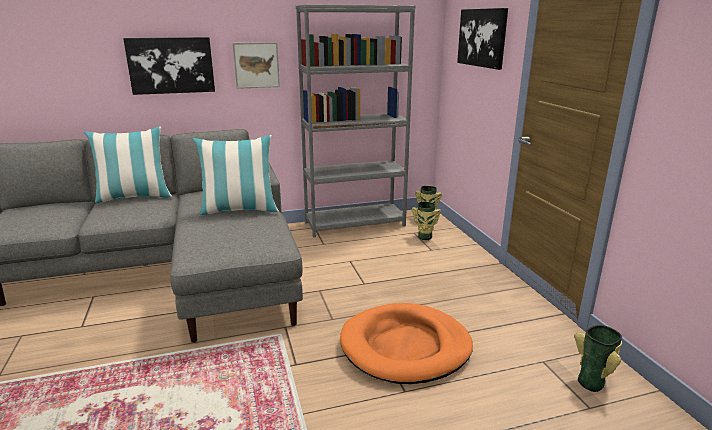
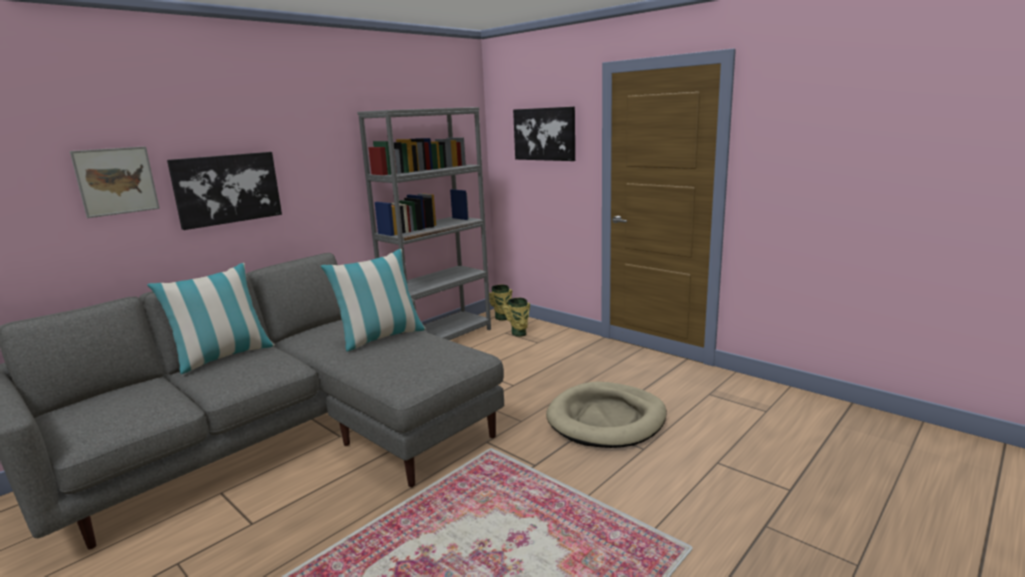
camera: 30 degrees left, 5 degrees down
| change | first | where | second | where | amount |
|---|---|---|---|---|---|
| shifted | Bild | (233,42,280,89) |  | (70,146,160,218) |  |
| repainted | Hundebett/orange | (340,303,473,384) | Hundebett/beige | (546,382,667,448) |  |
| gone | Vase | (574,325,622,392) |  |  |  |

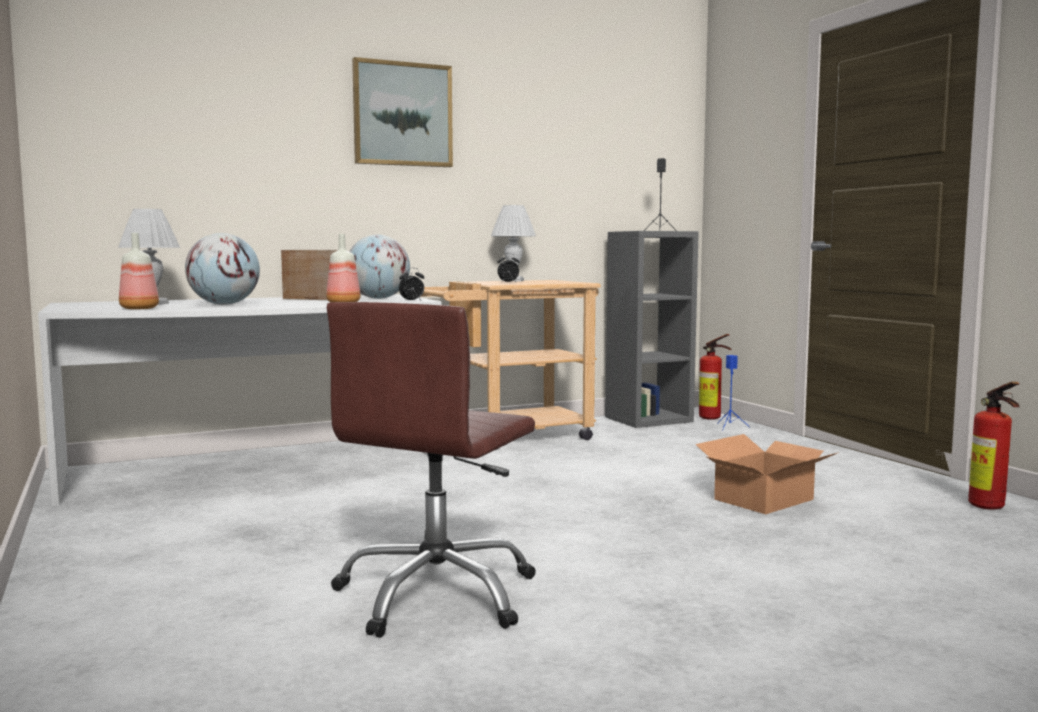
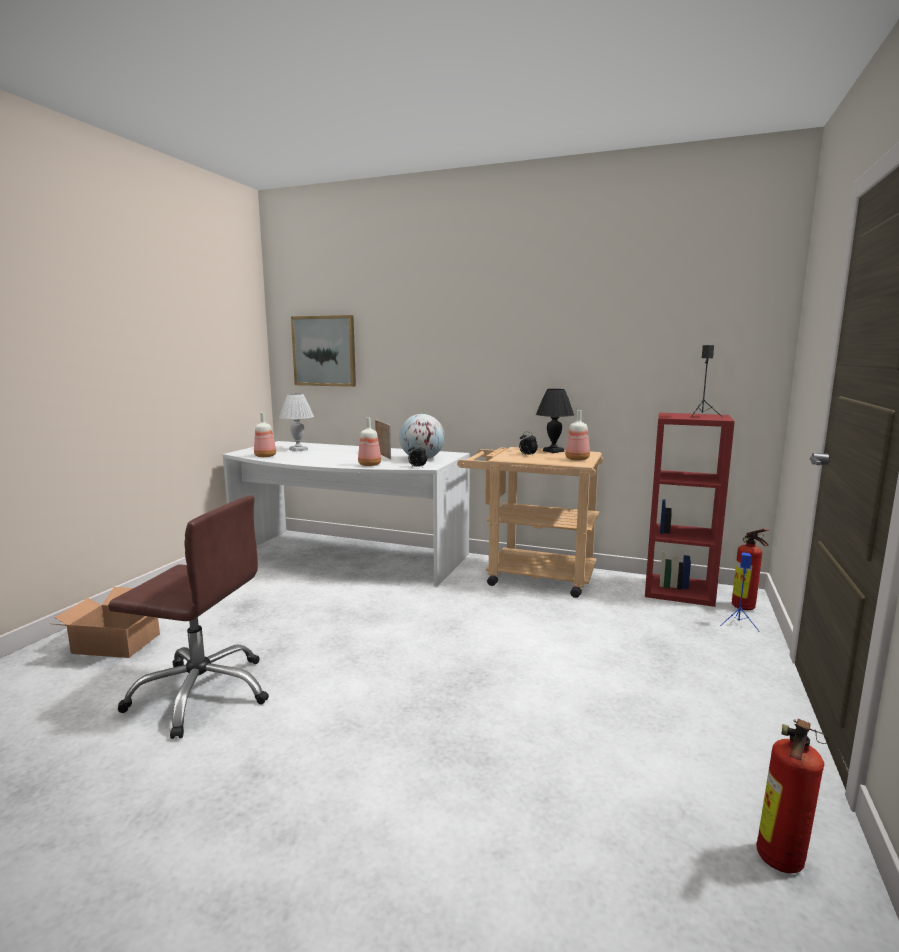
camera: 45 degrees right, 5 degrees up
| change | first | where | second | where | amount |
|---|---|---|---|---|---|
| shifted | Karton | (695,434,839,514) |  | (54,587,160,658) |  |
| rotated | Bürostuhl/braun | (327,302,536,638) |  | (108,495,269,739) | 150 degrees counterclockwise |
| shifted | Bild | (352,57,453,167) |  | (291,315,356,387) |  |
| repainted | Tischlampe/weiß | (491,205,536,281) | Tischlampe/schwarz | (536,389,574,453) |  |
| new |  |  | Flasche | (565,410,590,461) |  |
| repainted | Bücherregal/grau | (605,231,699,428) | Bücherregal/rot | (645,413,735,607) |  |
| gone | Globus | (185,233,260,305) |  |  |  |

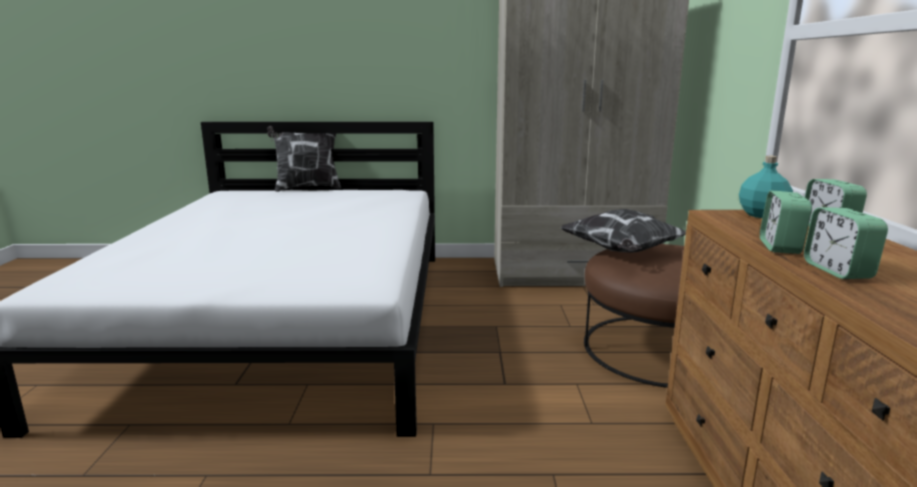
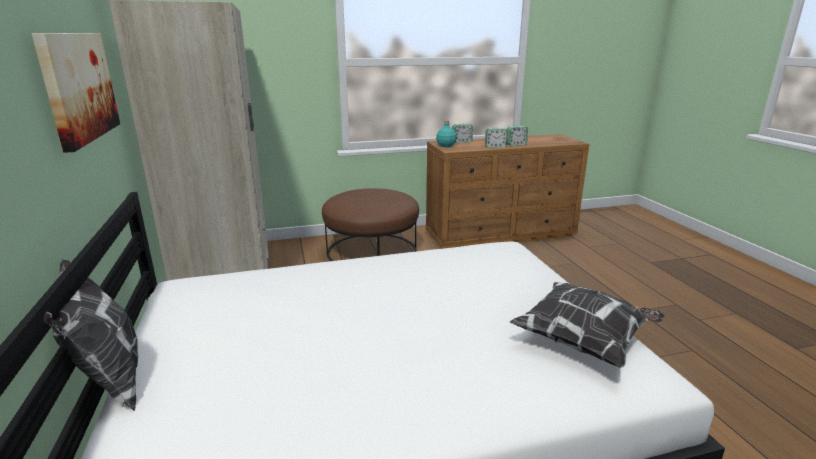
camera: 105 degrees left, 5 degrees up
| change | first | where | second | where | amount |
|---|---|---|---|---|---|
| new |  |  | Bild | (31,33,120,153) |  |
| shifted | Kissen | (560,209,686,253) |  | (510,282,665,368) |  |

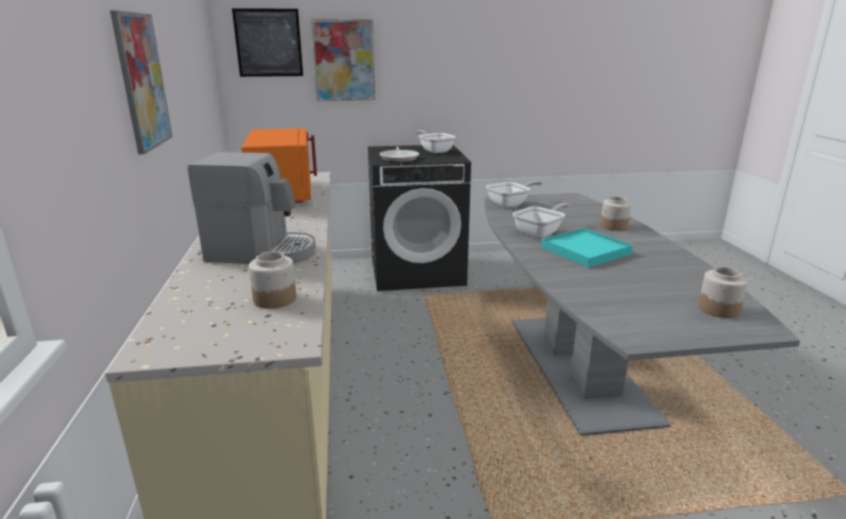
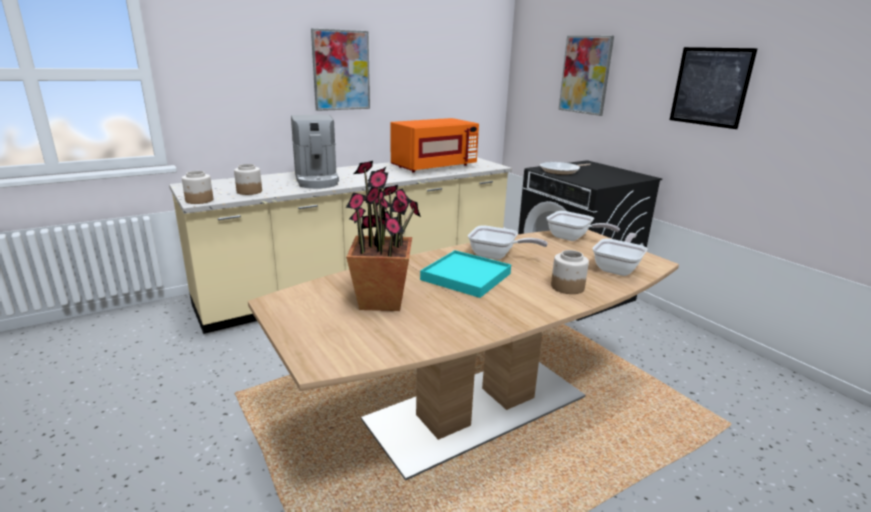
camera: 65 degrees right, 0 degrees up
| change | first | where | second | where | amount |
|---|---|---|---|---|---|
| shifted | Vorratsglas | (698,267,748,318) |  | (182,171,213,204) |  |
| repainted | Esstisch/grau | (485,193,800,436) | Esstisch/braun | (248,230,679,481) |  |
| new |  |  | Topfpflanze | (346,161,421,311) |  |
| shifted | Pfanne | (416,130,456,153) |  | (592,233,647,276) |  |
| shifted | Bild | (232,8,303,77) |  | (670,47,758,129) |  |

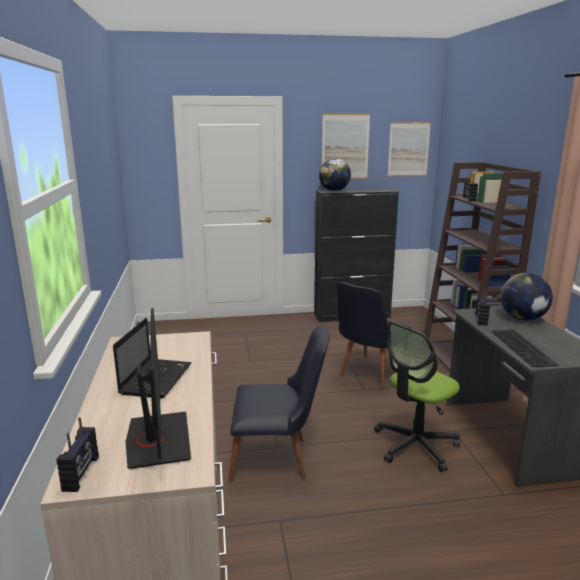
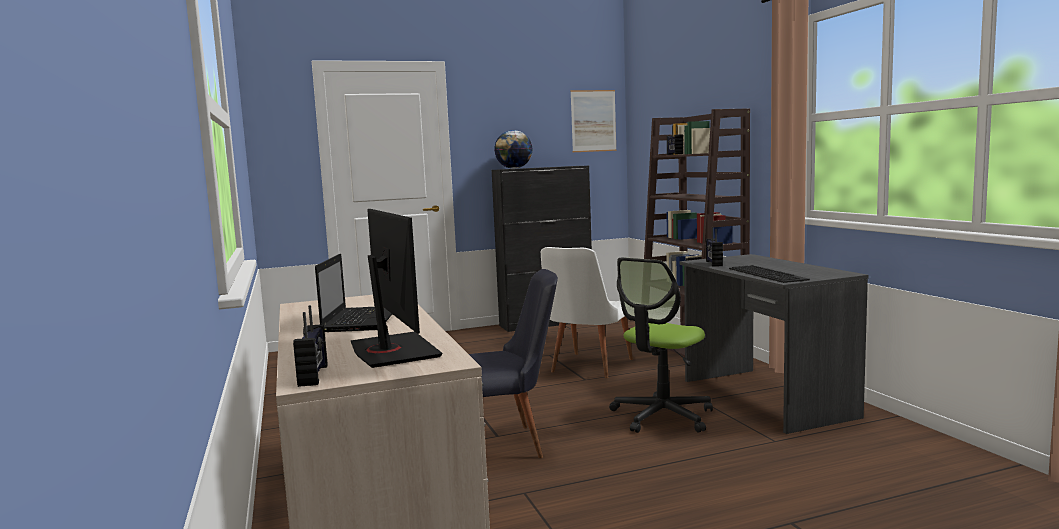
camera: 10 degrees left, 10 degrees down
| change | first | where | second | where | amount |
|---|---|---|---|---|---|
| repainted | Stuhl/schwarz | (337,282,412,391) | Stuhl/weiß | (541,247,633,378) |  |
| gone | Bild | (322,114,370,179) |  |  |  |
| gone | Globus | (500,273,553,321) |  |  |  |

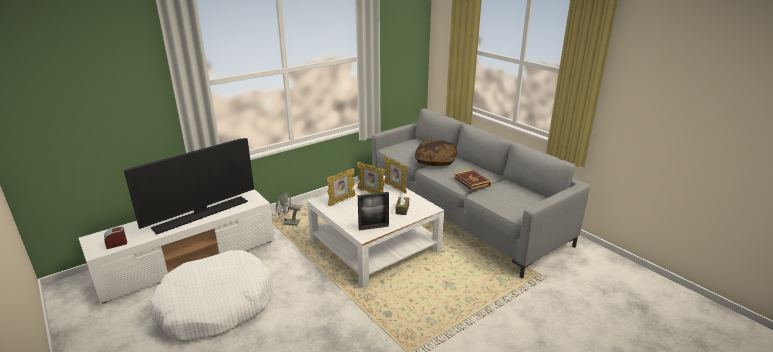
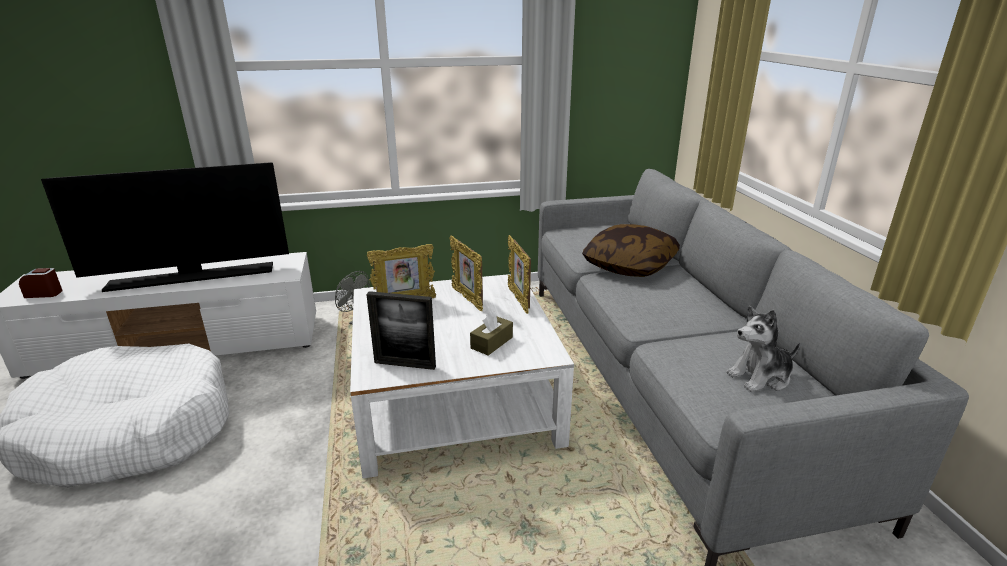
camera: 25 degrees right, 0 degrees up
| change | first | where | second | where | amount |
|---|---|---|---|---|---|
| new |  |  | Plüschtier | (726,306,800,392) |  |
| gone | Buch | (454,169,491,191) |  |  |  |

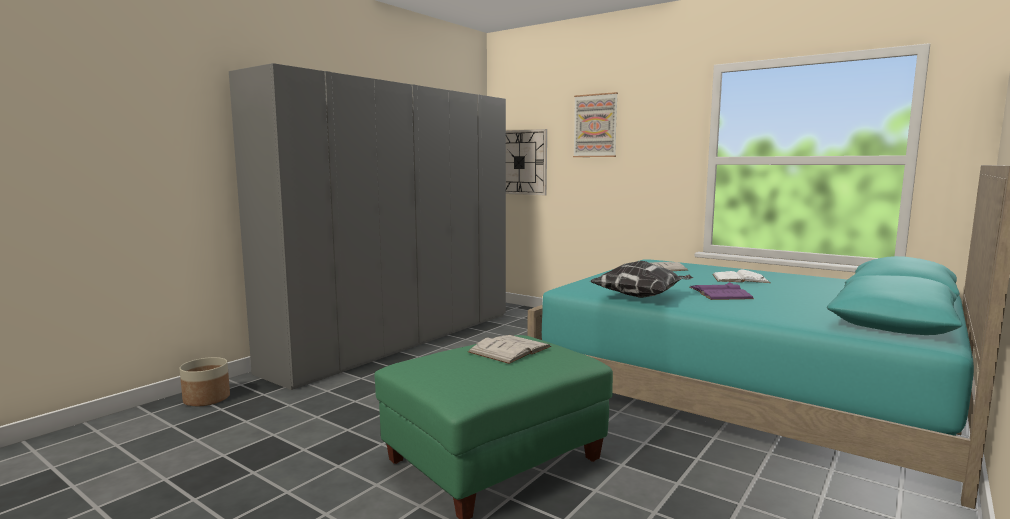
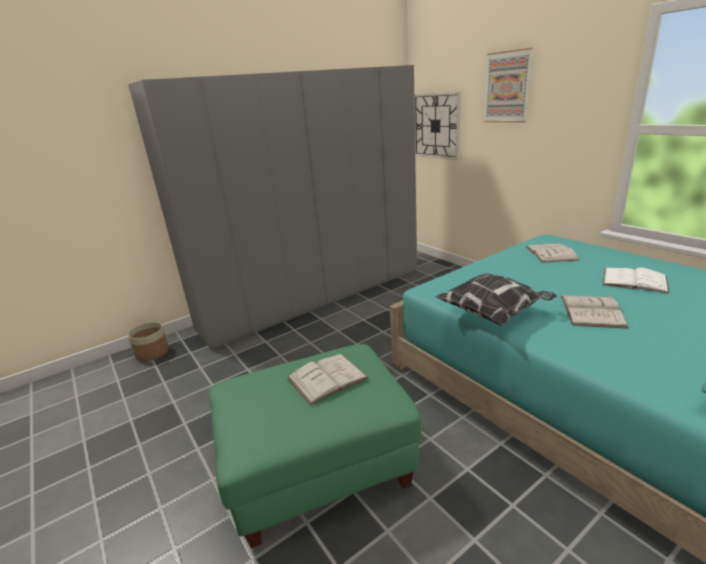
camera: 20 degrees right, 15 degrees up
| change | first | where | second | where | amount |
|---|---|---|---|---|---|
| repainted | Buch/lila | (690,282,754,300) | Buch/weiß | (561,295,629,329) |  |

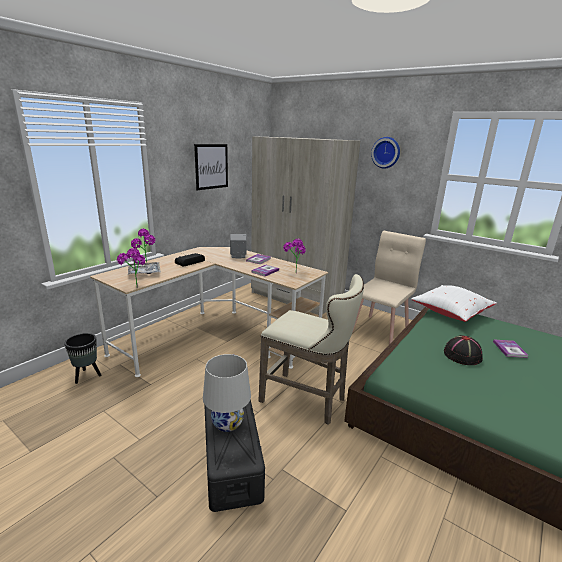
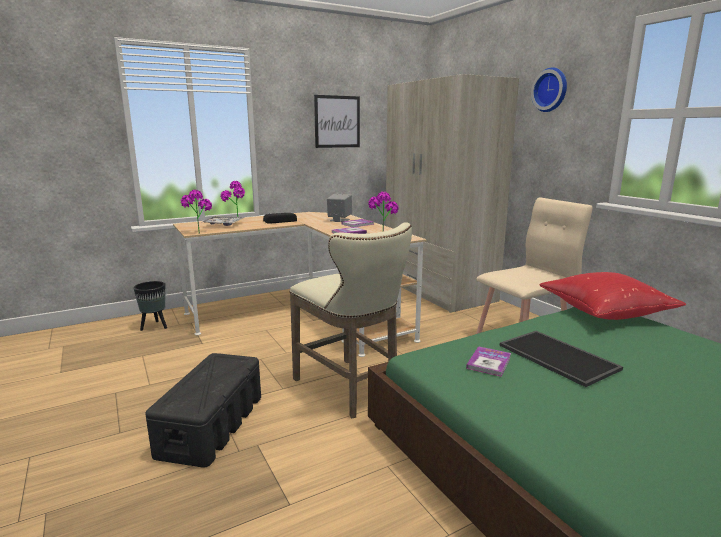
camera: 25 degrees right, 5 degrees down
| change | first | where | second | where | amount |
|---|---|---|---|---|---|
| shifted | Buch | (493,339,528,358) |  | (466,346,511,377) |  |
| swapped | Hut/schwarz | (444,335,483,365) | Tablett | (500,331,623,387) |  |
| repainted | Kissen/weiß | (411,285,497,322) | Kissen/rot | (540,272,686,320) |  |
| gone | Tischlampe/weiß | (203,354,251,432) |  |  |  |

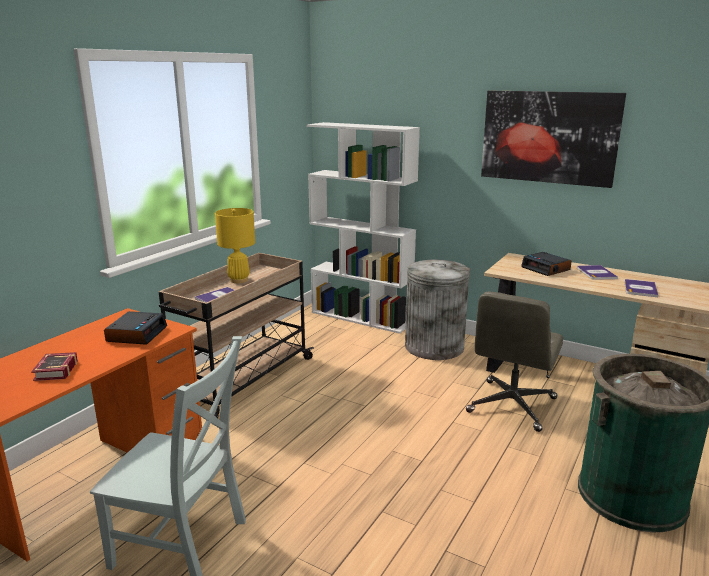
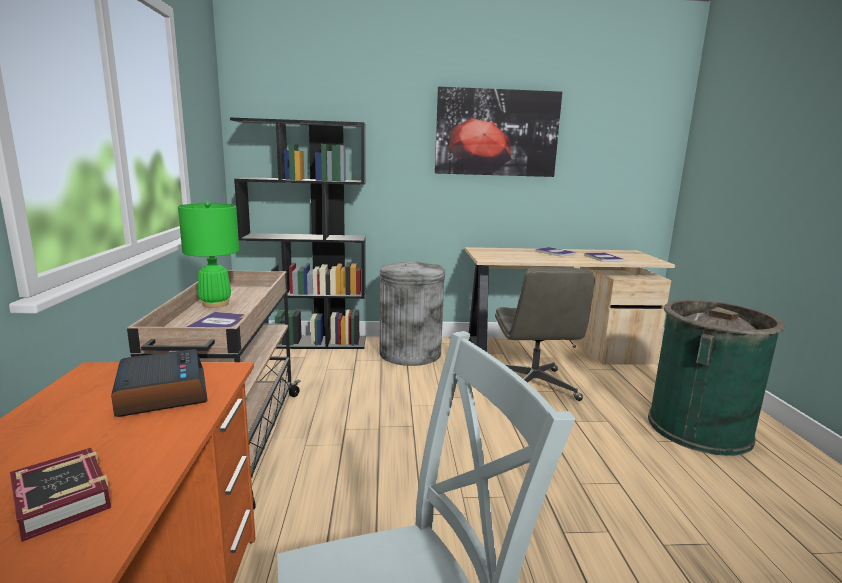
camera: 35 degrees left, 5 degrees down
| change | first | where | second | where | amount |
|---|---|---|---|---|---|
| repainted | Tischlampe/gelb | (215,208,255,283) | Tischlampe/grün | (178,201,239,308) |  |
| repainted | Bücherregal/weiß | (307,122,420,334) | Bücherregal/schwarz | (230,117,366,349) |  |
| gone | Wecker | (521,252,572,276) |  |  |  |

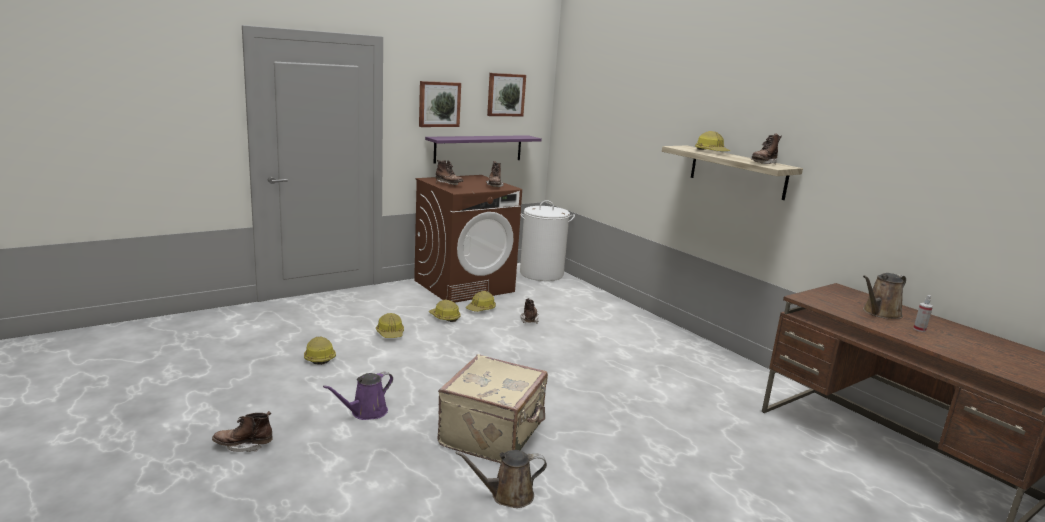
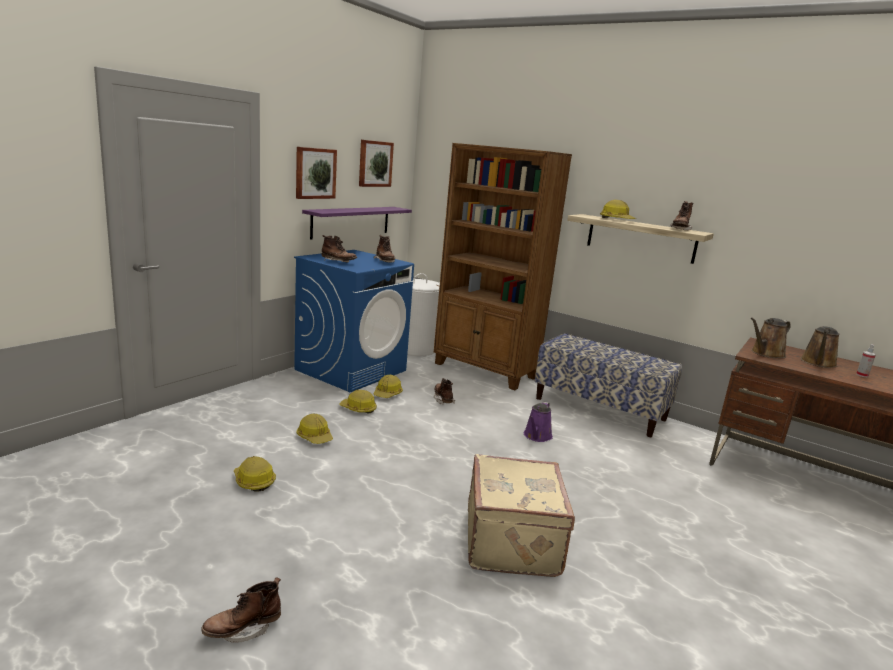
camera: 20 degrees left, 0 degrees up
| change | first | where | second | where | amount |
|---|---|---|---|---|---|
| repainted | Waschmaschine/braun | (414,175,522,303) | Waschmaschine/blau | (294,250,414,392) |  |
| new |  |  | Bücherregal/braun | (434,143,572,390) |  |
| shifted | Gießkanne/lila | (323,372,393,420) |  | (524,402,553,442) |  |
| new |  |  | Bank | (535,333,682,437) |  |
| shifted | Gießkanne/braun | (456,450,547,508) |  | (751,318,791,358) |  |

